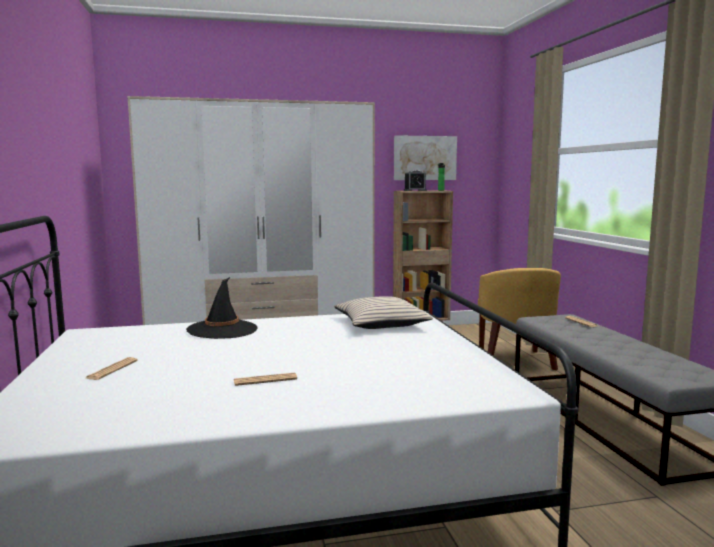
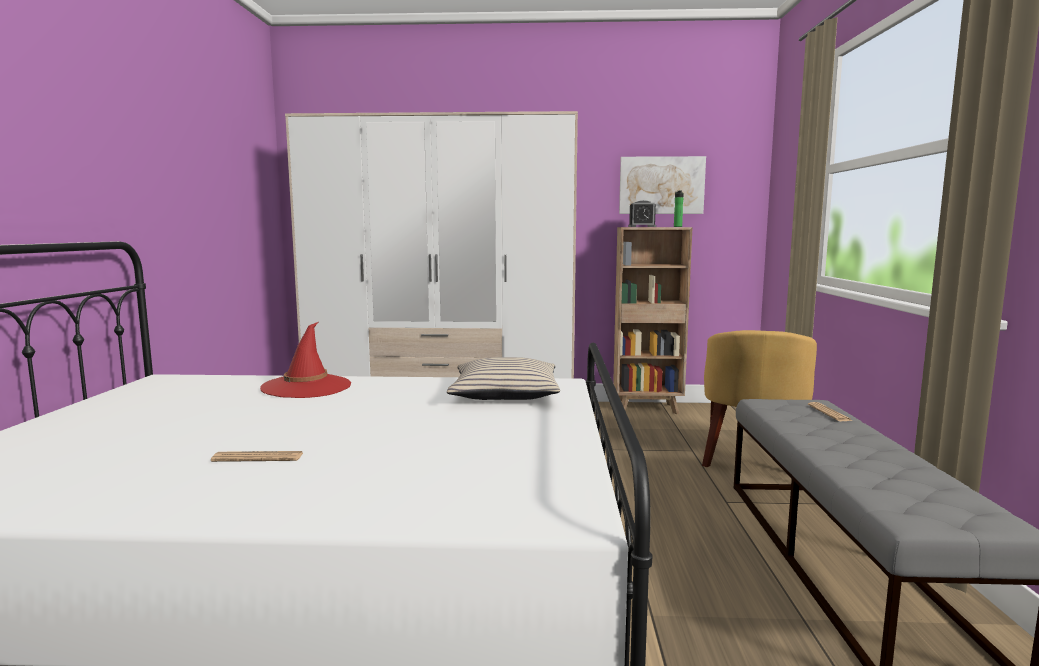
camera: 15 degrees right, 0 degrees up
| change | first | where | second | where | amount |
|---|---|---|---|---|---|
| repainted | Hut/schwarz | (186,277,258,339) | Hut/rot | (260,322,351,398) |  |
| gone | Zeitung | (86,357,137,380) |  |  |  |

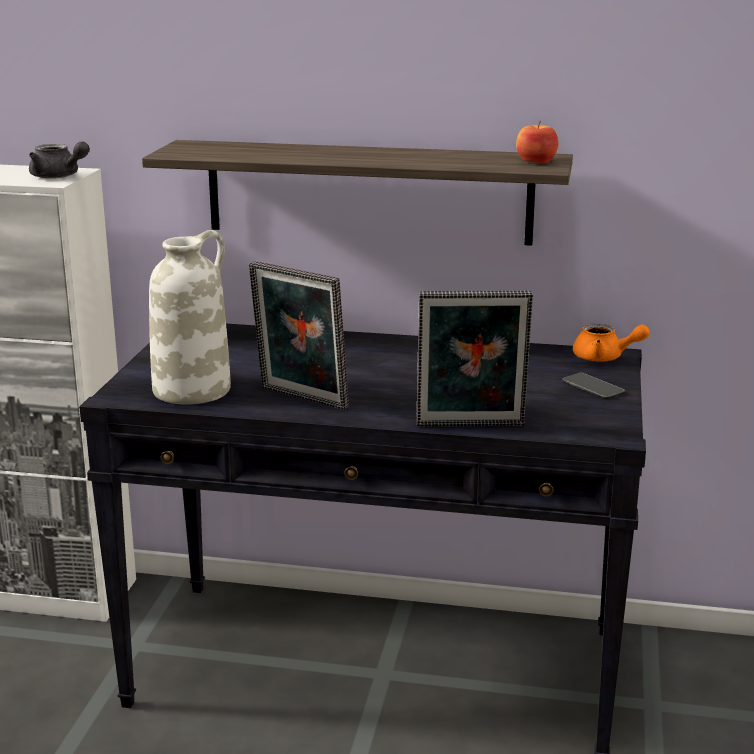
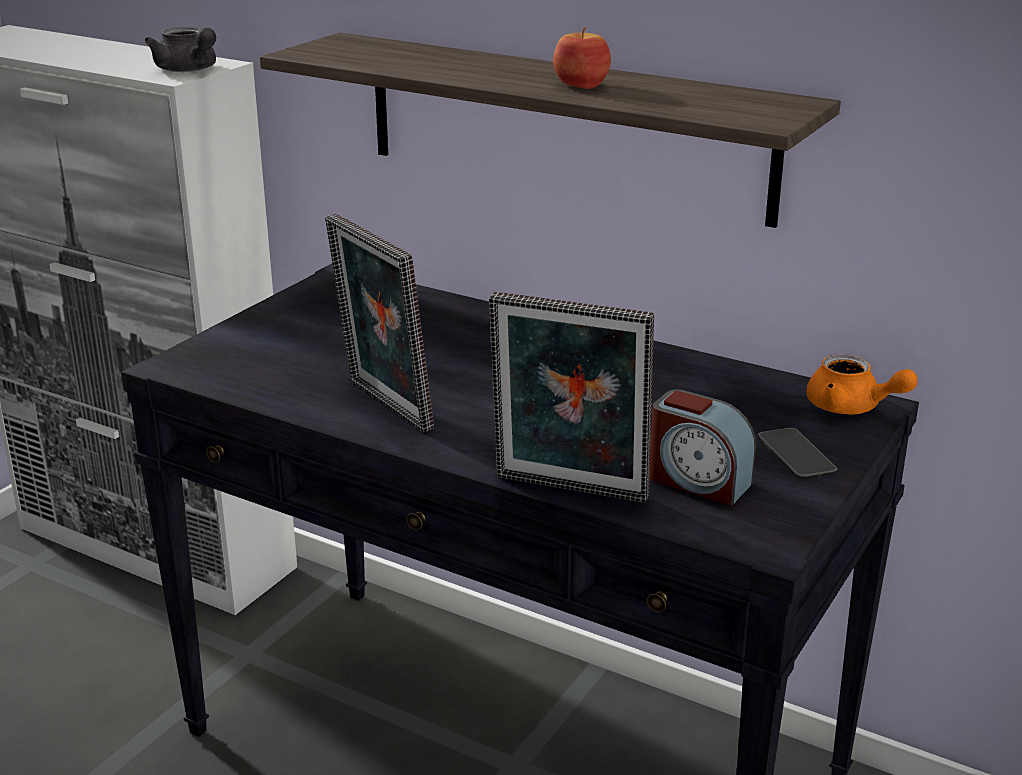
camera: 20 degrees right, 5 degrees up
| change | first | where | second | where | amount |
|---|---|---|---|---|---|
| shifted | Apfel | (516,121,558,164) |  | (553,27,611,89) |  |
| new |  |  | Wecker | (649,389,756,506) |  |
| gone | Vase/weiß | (149,230,231,405) |  |  |  |

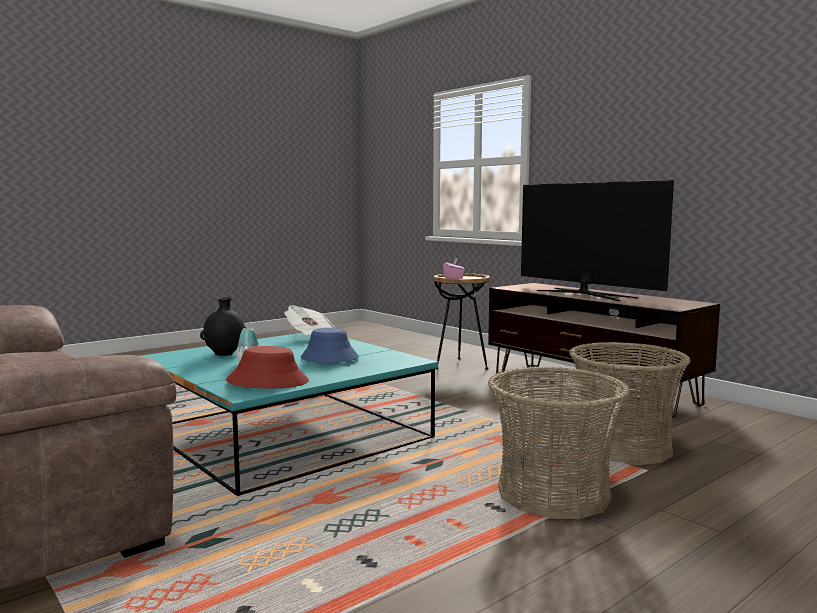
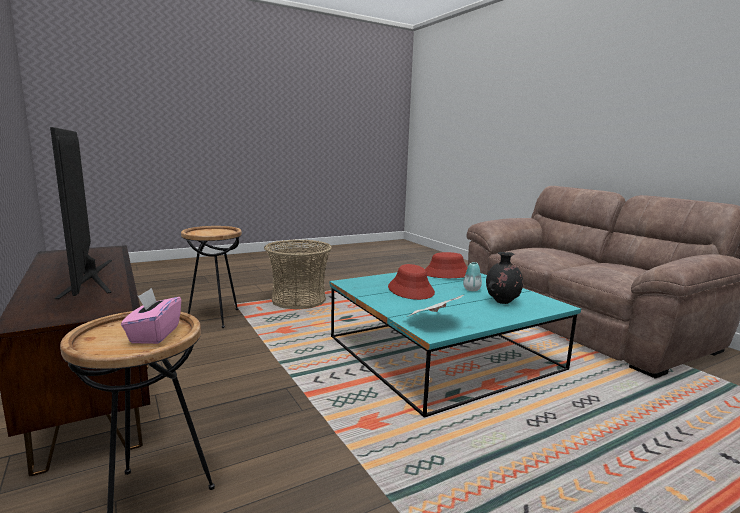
camera: 170 degrees left, 5 degrees up
| change | first | where | second | where | amount |
|---|---|---|---|---|---|
| swapped | Korb | (569,342,691,465) | Beistelltisch/braun | (181,226,242,328) |  |
| repainted | Hut/blau | (301,328,359,363) | Hut/rot | (388,264,435,300) |  |

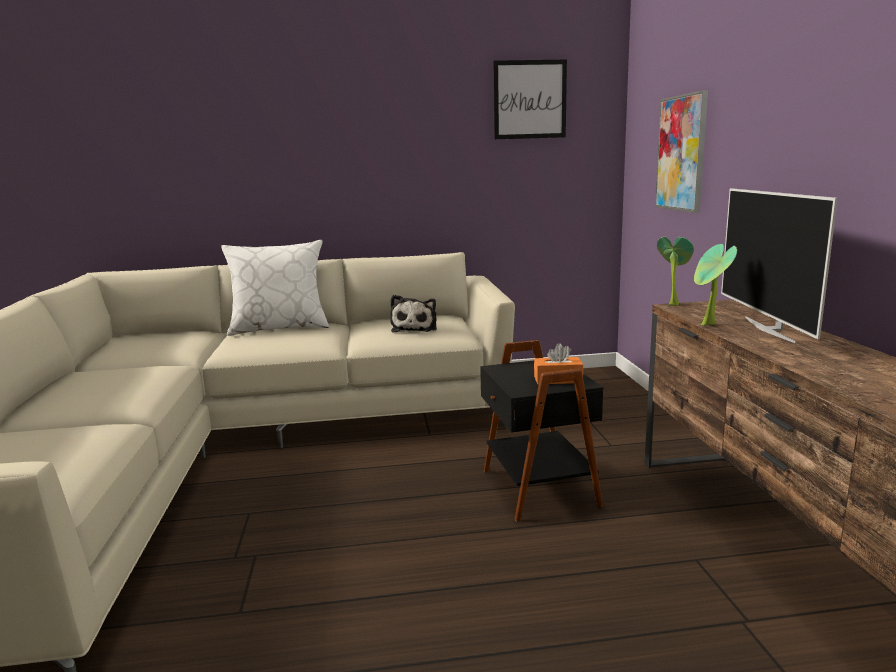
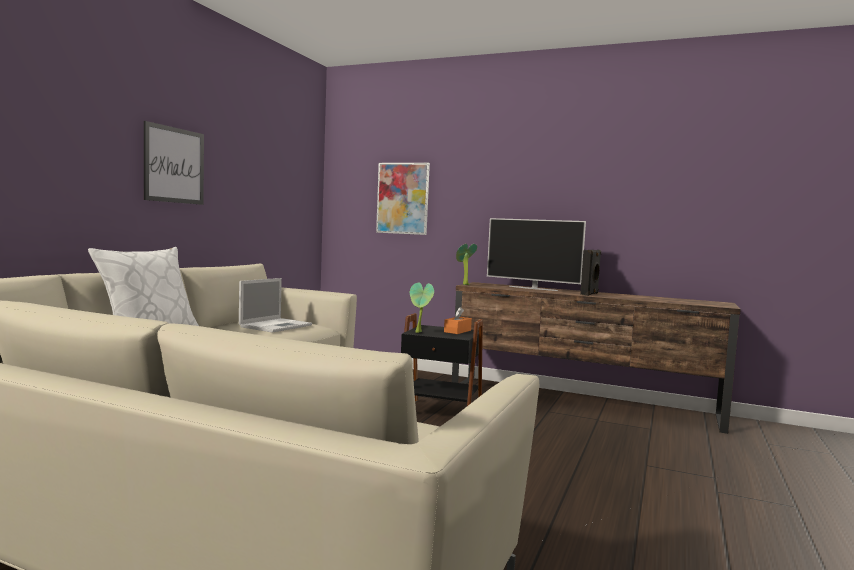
camera: 60 degrees left, 10 degrees down
| change | first | where | second | where | amount |
|---|---|---|---|---|---|
| shifted | Bild | (493,60,567,140) |  | (144,121,204,205) |  |
| swapped | Plüschtier | (390,295,437,333) | Laptop | (239,278,312,333) |  |
| shifted | Topfpflanze | (694,244,737,326) |  | (410,283,434,333) |  |
| new |  |  | Lautsprecher/schwarz | (580,250,601,296) |  |

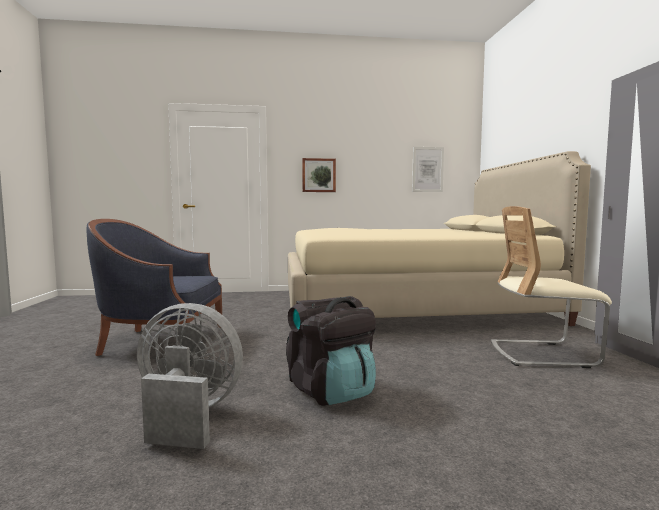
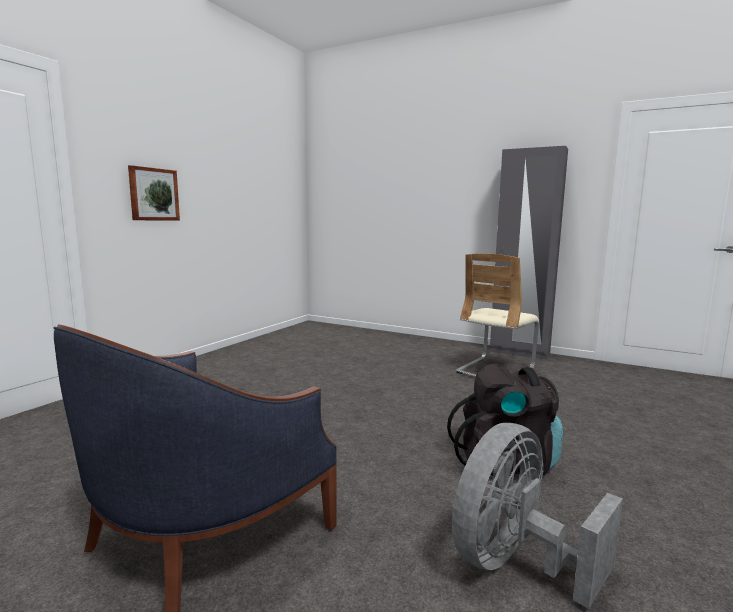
camera: 55 degrees left, 5 degrees up
| change | first | where | second | where | amount |
|---|---|---|---|---|---|
| gone | Bett/beige | (288,151,591,326) |  |  |  |
| gone | Bild | (412,147,444,192) |  |  |  |

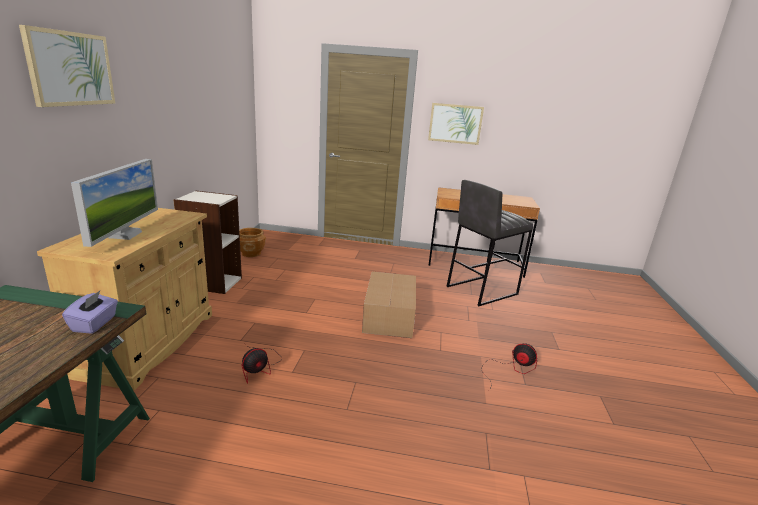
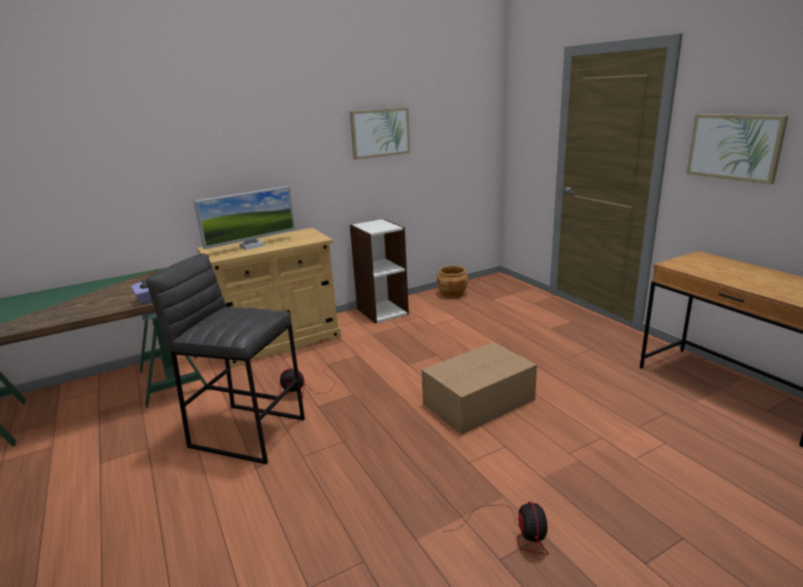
camera: 55 degrees right, 0 degrees up
| change | first | where | second | where | amount |
|---|---|---|---|---|---|
| shifted | Hocker/grau | (446,180,533,306) |  | (146,253,305,464) |  |
| shifted | Bild | (19,25,115,107) |  | (350,107,410,160) |  |

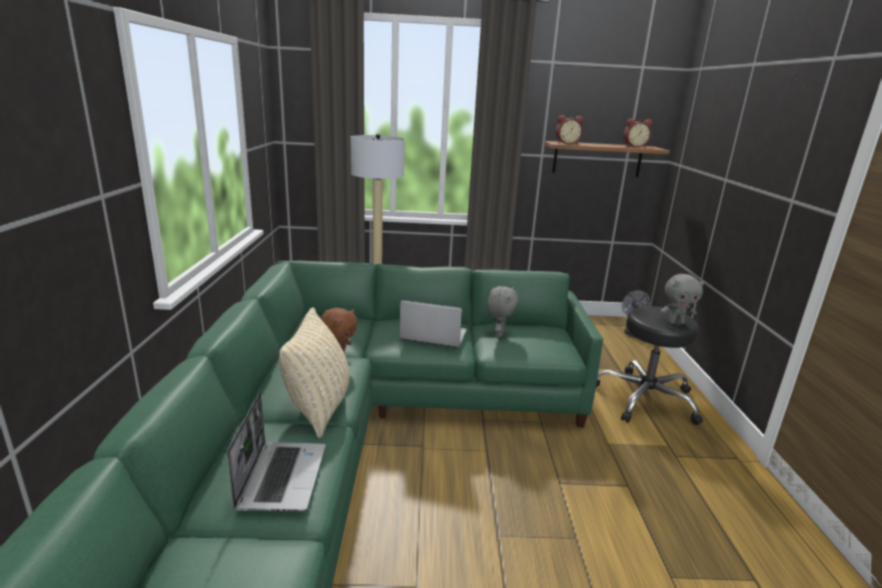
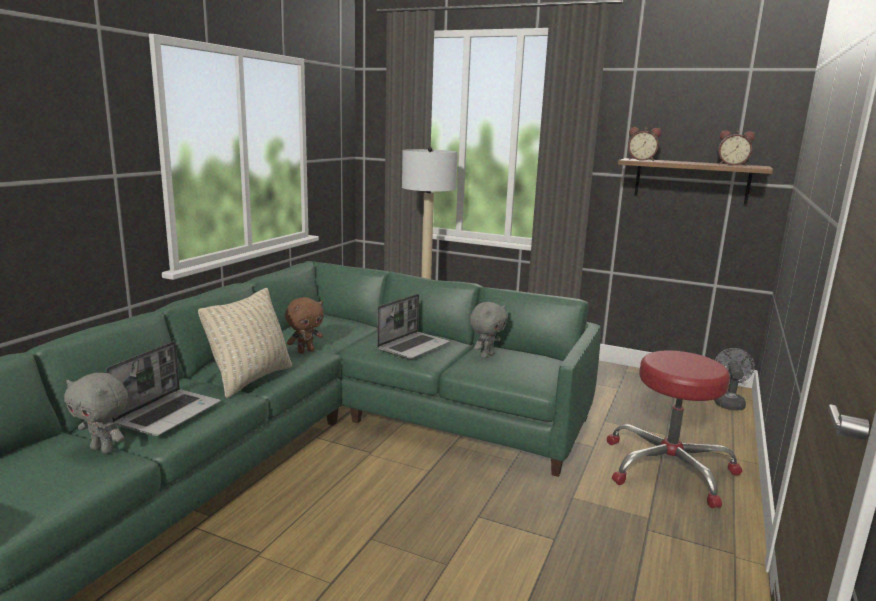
camera: 25 degrees right, 5 degrees down
| change | first | where | second | where | amount |
|---|---|---|---|---|---|
| shifted | Plüschtier/grau | (660,274,705,324) |  | (64,373,128,454) |  |
| rotated | Laptop | (399,300,467,348) |  | (377,294,450,359) | 90 degrees clockwise |
| repainted | Hocker/schwarz | (596,306,703,425) | Hocker/rot | (607,351,742,508) |  |

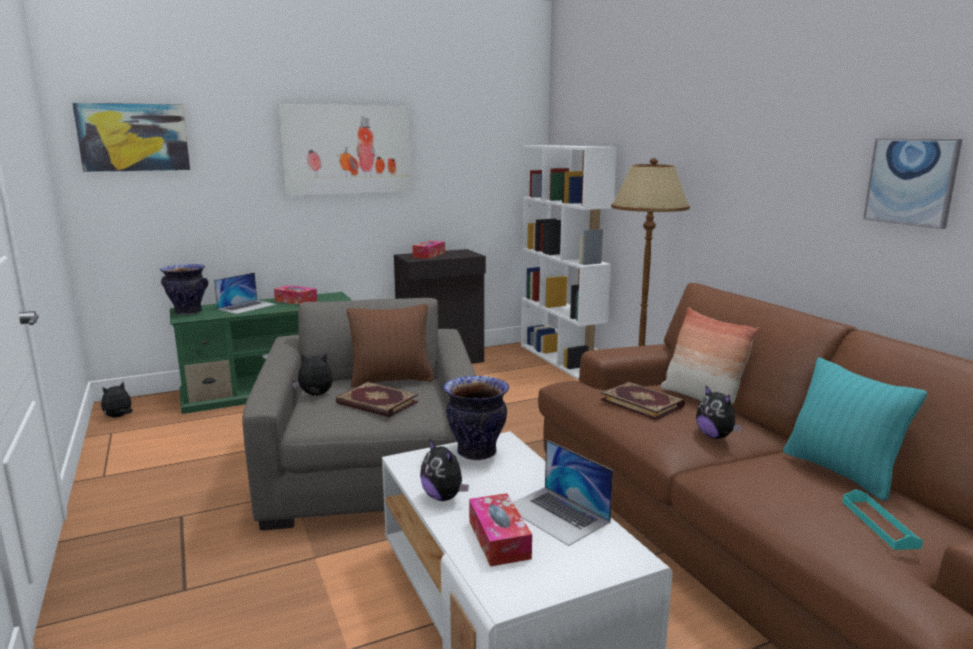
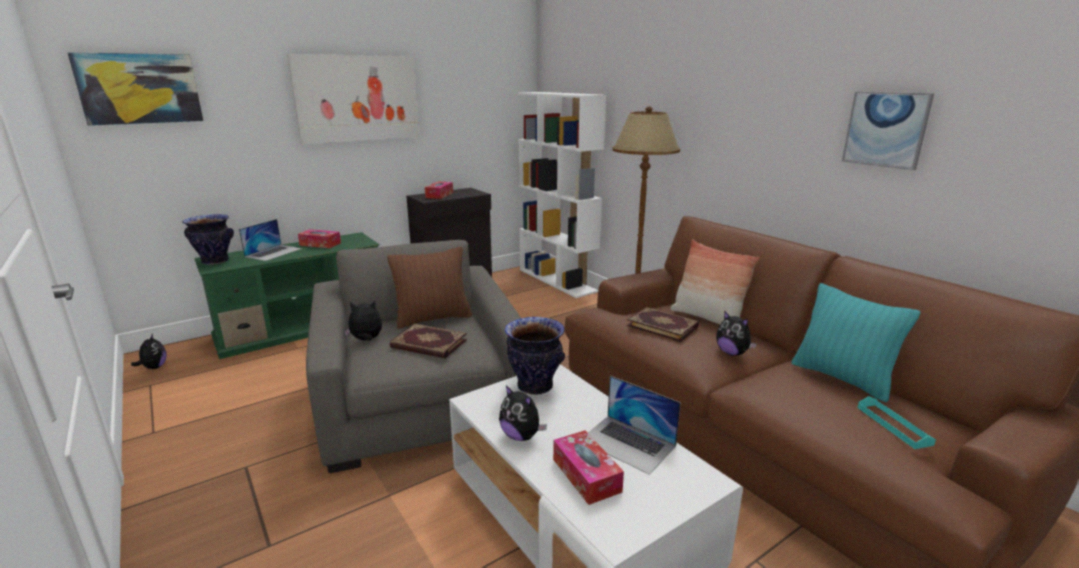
camera: 10 degrees left, 5 degrees up
| change | first | where | second | where | amount |
|---|---|---|---|---|---|
| rotated | Plüschtier | (101,382,133,418) |  | (131,333,167,369) | 135 degrees clockwise |

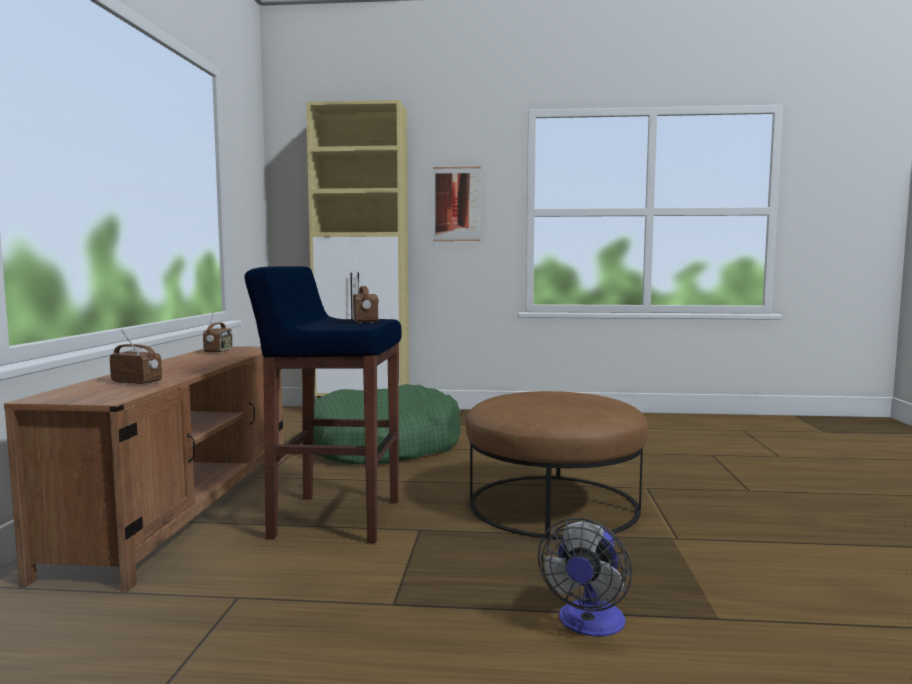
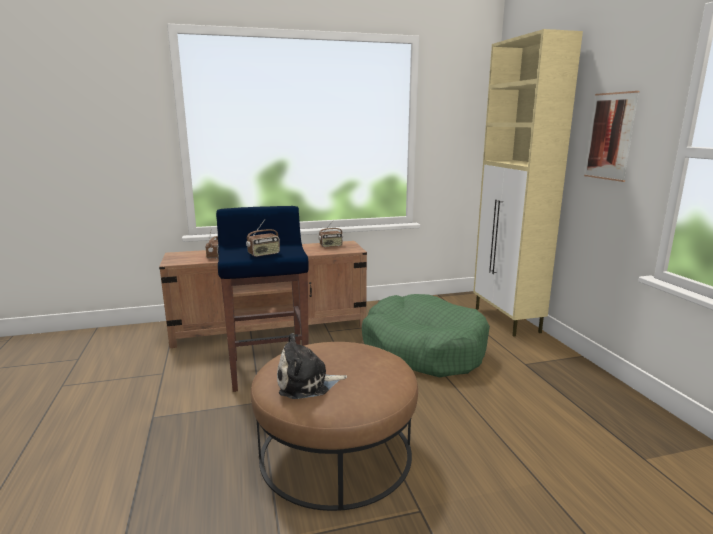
camera: 70 degrees right, 10 degrees up
| change | first | where | second | where | amount |
|---|---|---|---|---|---|
| new |  |  | Plüschtier | (277,333,347,399) |  |
| gone | Ventilator | (538,518,632,637) |  |  |  |

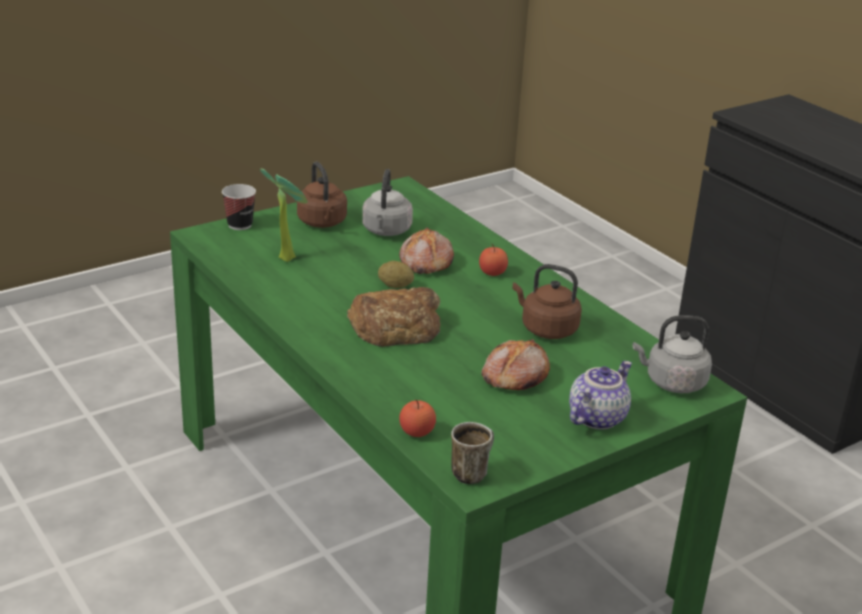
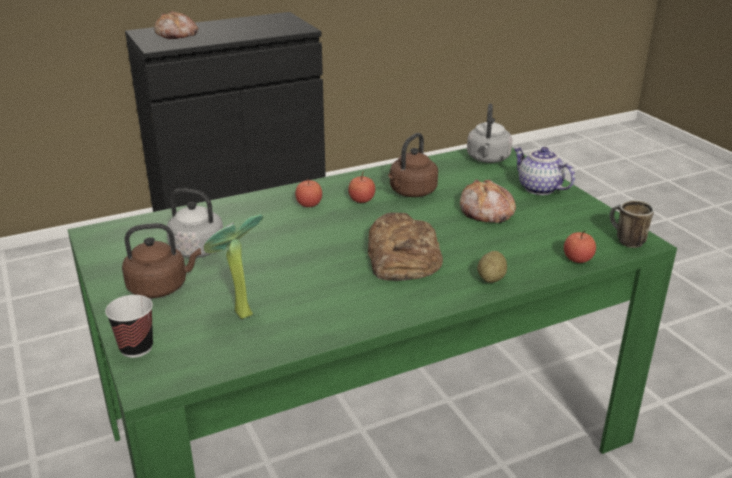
camera: 80 degrees left, 0 degrees up
| change | first | where | second | where | amount |
|---|---|---|---|---|---|
| shifted | Brot | (399,227,454,274) |  | (154,11,199,39) |  |
| new |  |  | Apfel | (348,173,375,203) |  |
| shifted | Kartoffel | (378,261,414,288) |  | (477,251,507,283) |  |

